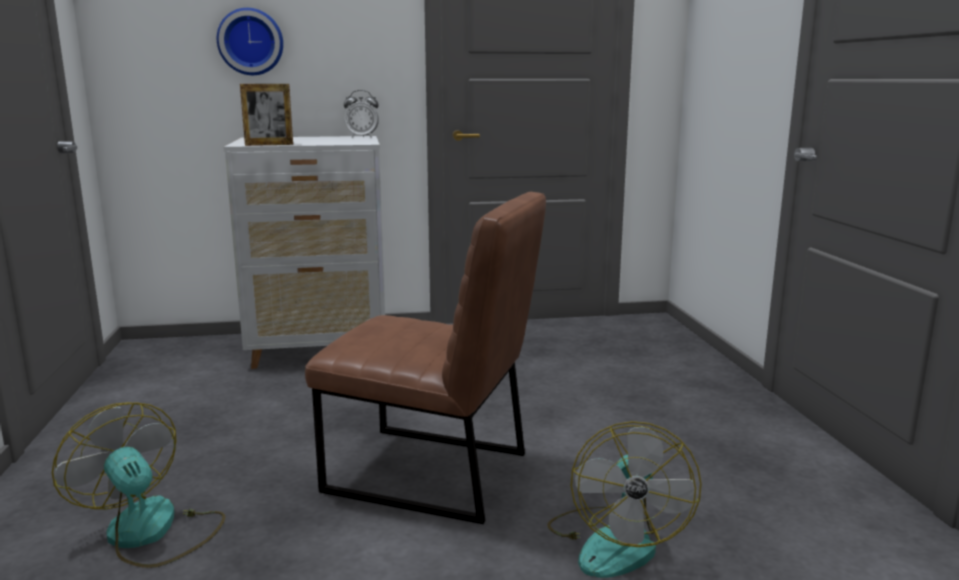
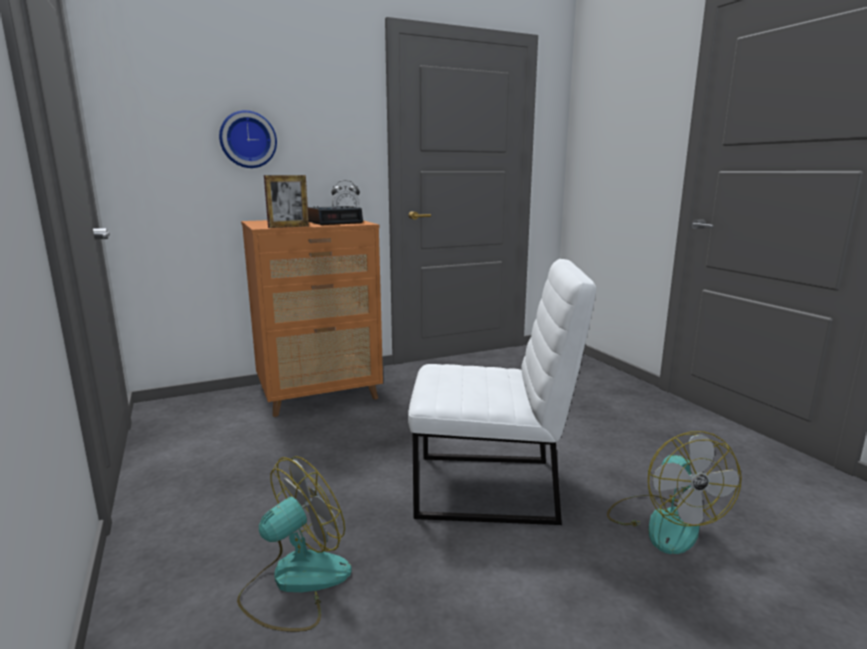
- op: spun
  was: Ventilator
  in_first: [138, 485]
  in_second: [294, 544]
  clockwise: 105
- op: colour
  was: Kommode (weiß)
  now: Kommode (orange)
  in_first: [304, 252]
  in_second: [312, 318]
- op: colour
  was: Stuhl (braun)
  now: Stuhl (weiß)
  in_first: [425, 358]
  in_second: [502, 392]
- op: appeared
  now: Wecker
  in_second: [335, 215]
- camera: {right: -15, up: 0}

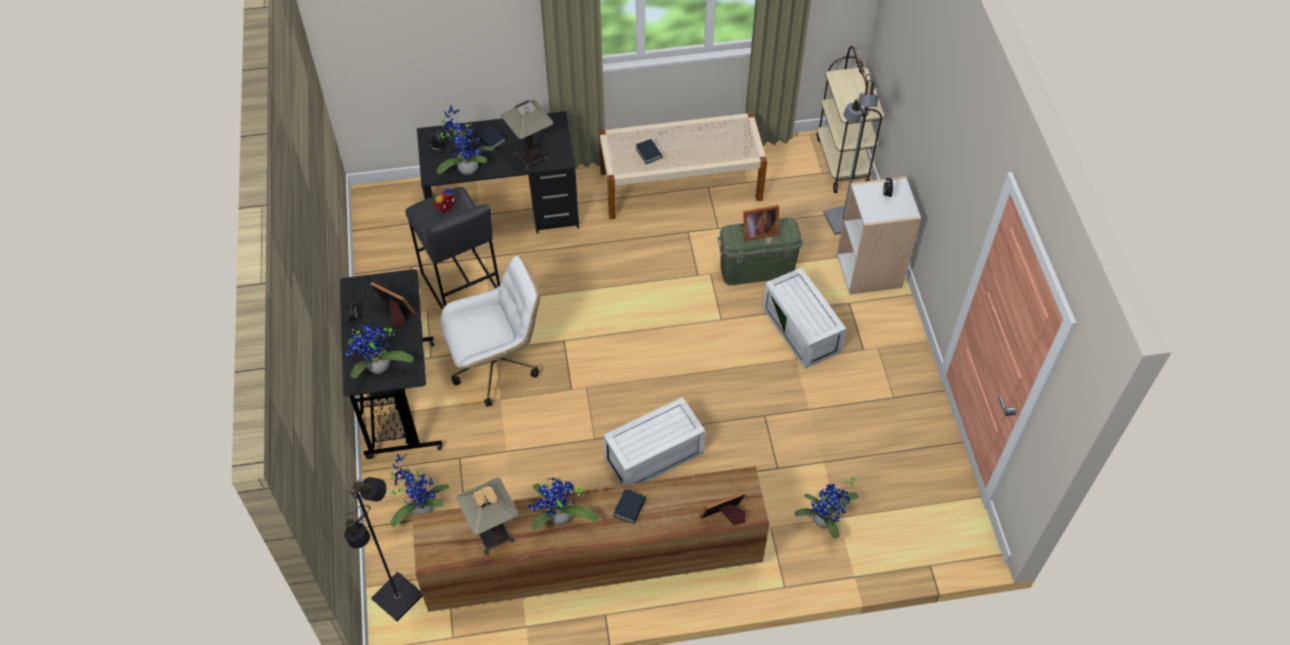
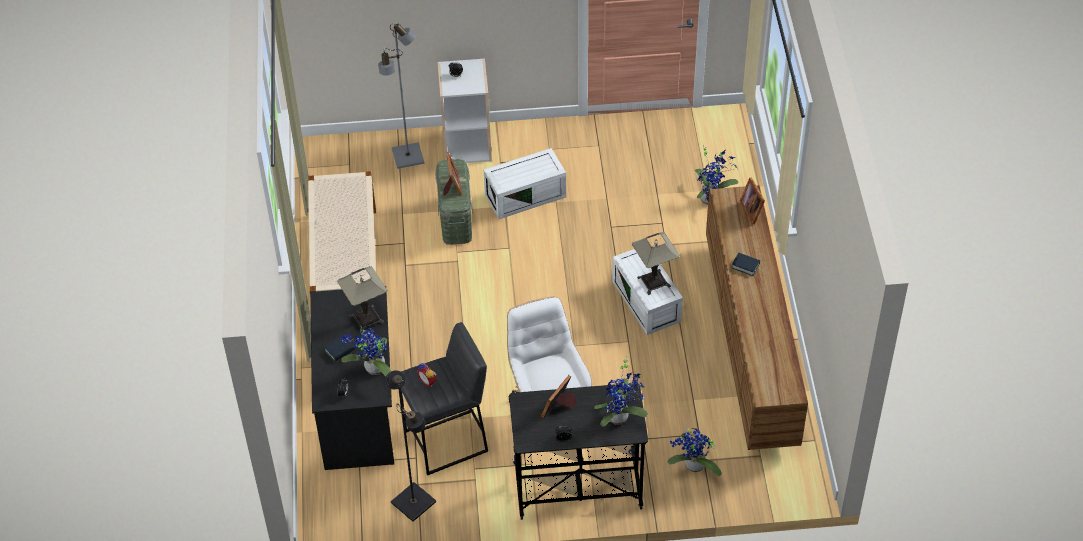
- op: relocated
  was: Stehlampe (schwarz)
  in_first: [383, 549]
  in_second: [410, 446]
- op: relocated
  was: Tischlampe
  in_first: [487, 516]
  in_second: [656, 263]
- op: missing
  was: Topfpflanze
  in_first: [563, 504]
- op: missing
  was: Buch
  in_first: [649, 151]
- op: missing
  was: Rollwagen (beige)
  in_first: [851, 119]
- camera: {right: -85, up: -5}

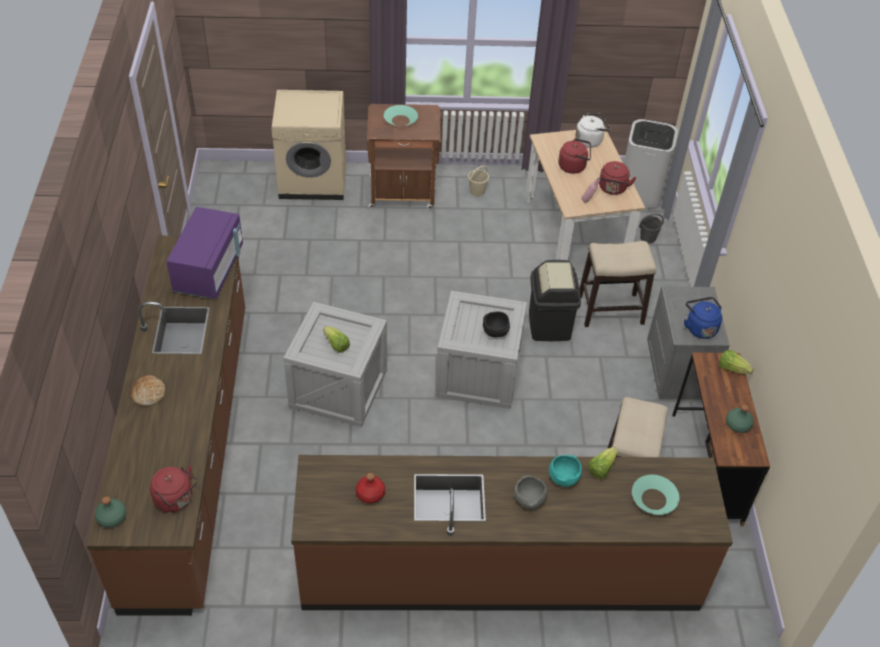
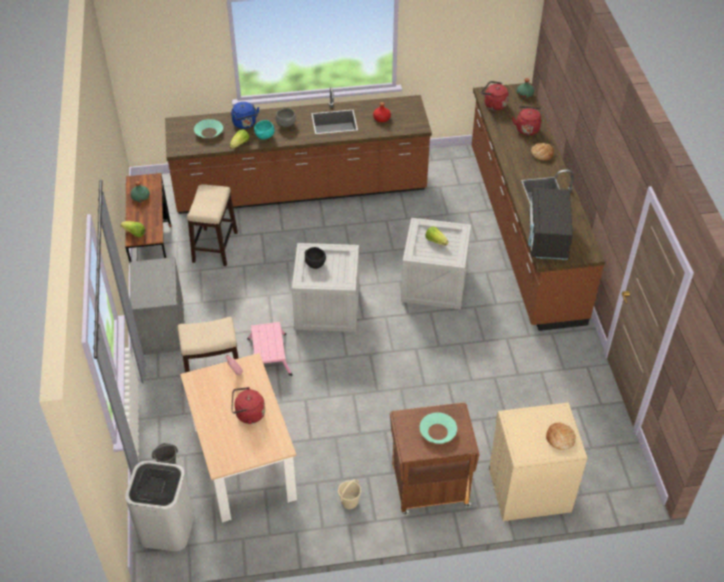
- op: colour
  was: Mikrowelle (lila)
  now: Mikrowelle (schwarz)
  in_first: [204, 253]
  in_second: [550, 224]
- op: exchanged
  was: Mülleimer (schwarz)
  now: Trittleiter (rosa)
  in_first: [555, 300]
  in_second: [269, 349]
- op: missing
  was: Wasserkessel (weiß)
  in_first: [592, 130]
- op: relocated
  was: Wasserkessel (rot)
  in_first: [618, 178]
  in_second: [527, 121]
- op: relocated
  was: Wasserkessel (blau)
  in_first: [703, 318]
  in_second: [245, 115]
- op: appeared
  now: Brot
  in_second: [561, 436]
- camera: {right: 175, up: 0}

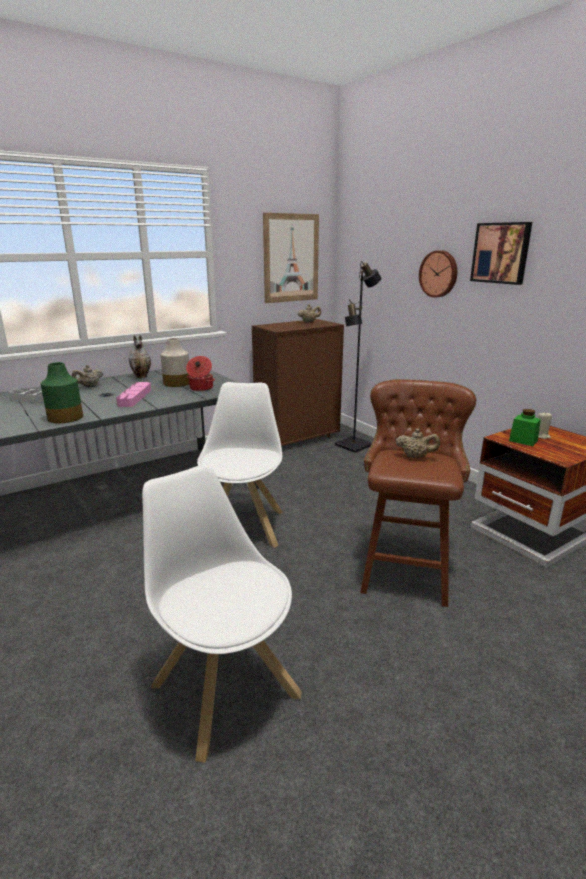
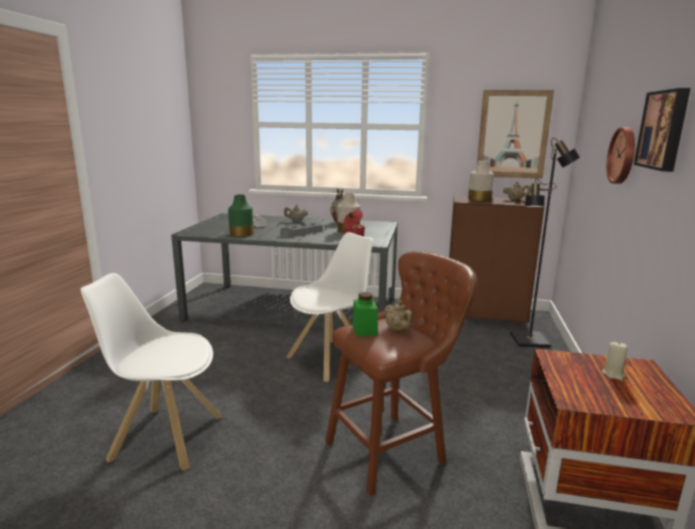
- op: colour
  was: Tablett (rosa)
  now: Tablett (grau)
  in_first: [133, 394]
  in_second: [301, 230]
- op: spun
  was: Stuhl (weiß)
  in_first: [222, 614]
  in_second: [152, 372]
  clockwise: -90
- op: relocated
  was: Vorratsglas (grün)
  in_first: [525, 427]
  in_second: [365, 314]
- op: appeared
  now: Vase (beige)
  in_second: [481, 180]
- camera: {right: 45, up: -5}

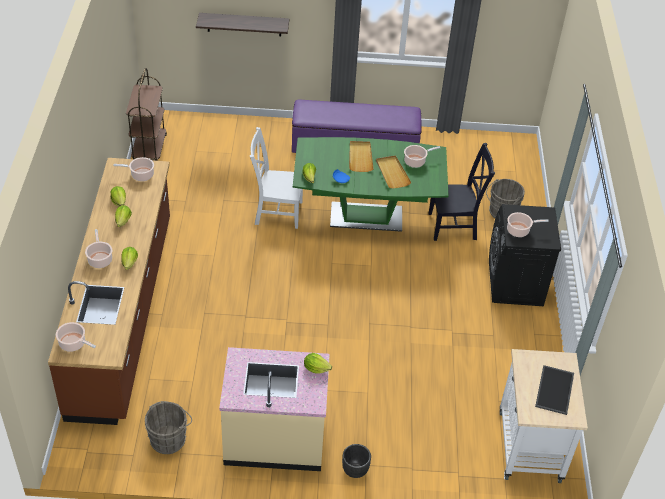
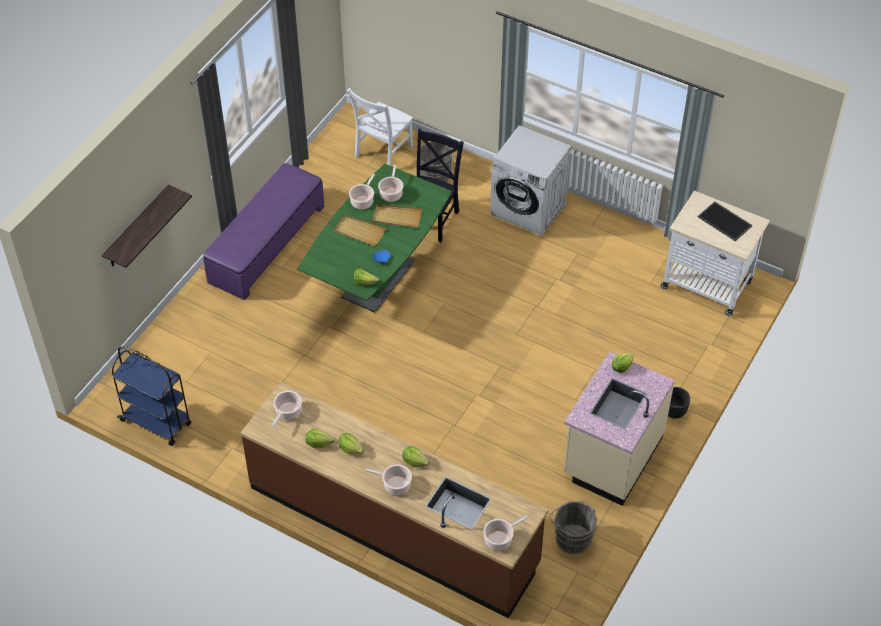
- op: colour
  was: Rollwagen (braun)
  now: Rollwagen (blau)
  in_first: [146, 114]
  in_second: [152, 396]
- op: relocated
  was: Stuhl (weiß)
  in_first: [276, 178]
  in_second: [380, 127]
- op: colour
  was: Waschmaschine (schwarz)
  now: Waschmaschine (weiß)
  in_first: [525, 255]
  in_second: [531, 180]
- op: relocated
  was: Kochtopf
  in_first: [528, 224]
  in_second: [362, 192]
- camera: {right: -60, up: 5}

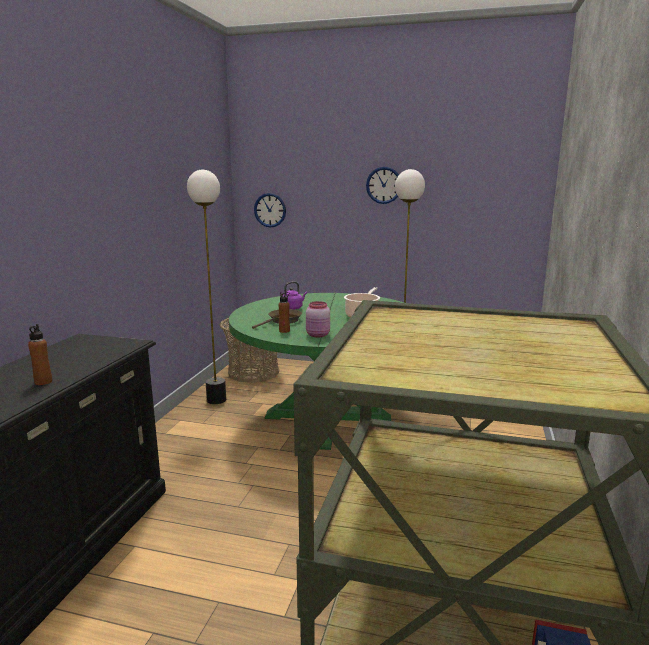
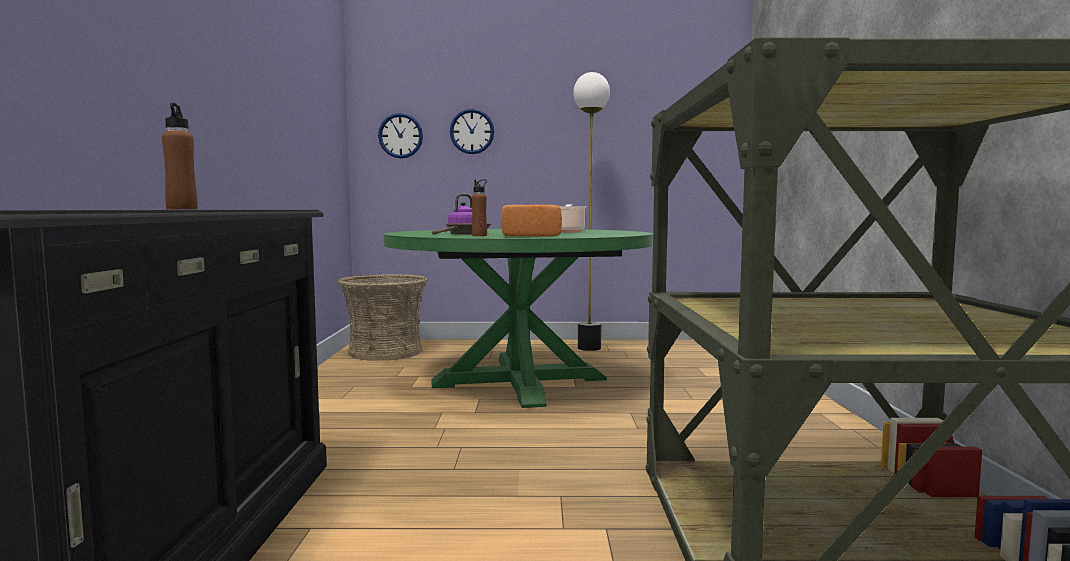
- op: missing
  was: Stehlampe
  in_first: [206, 287]
- op: exchanged
  was: Vorratsglas (rosa)
  now: Brot
  in_first: [318, 319]
  in_second: [531, 221]
- op: relocated
  was: Wanduhr
  in_first: [382, 185]
  in_second: [472, 131]
- camera: {right: -15, up: -10}

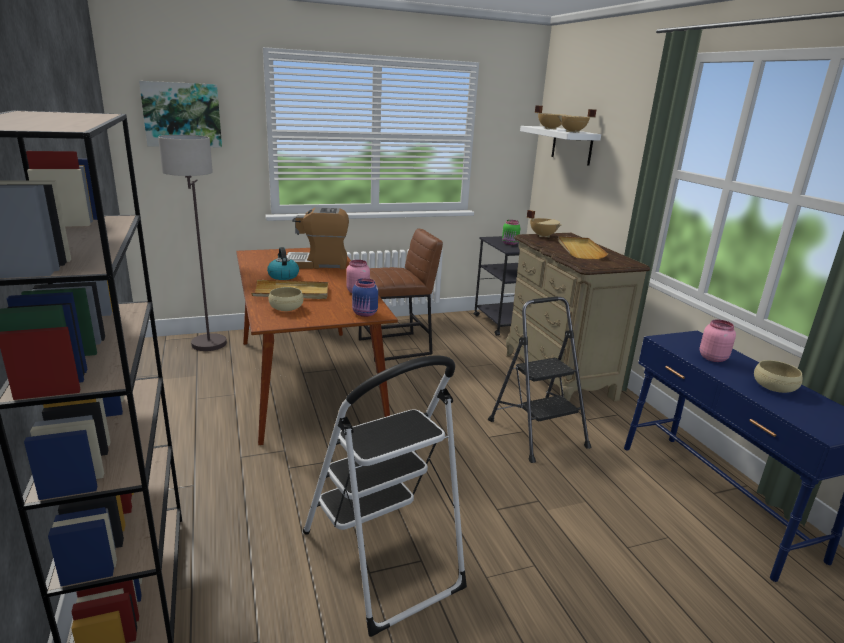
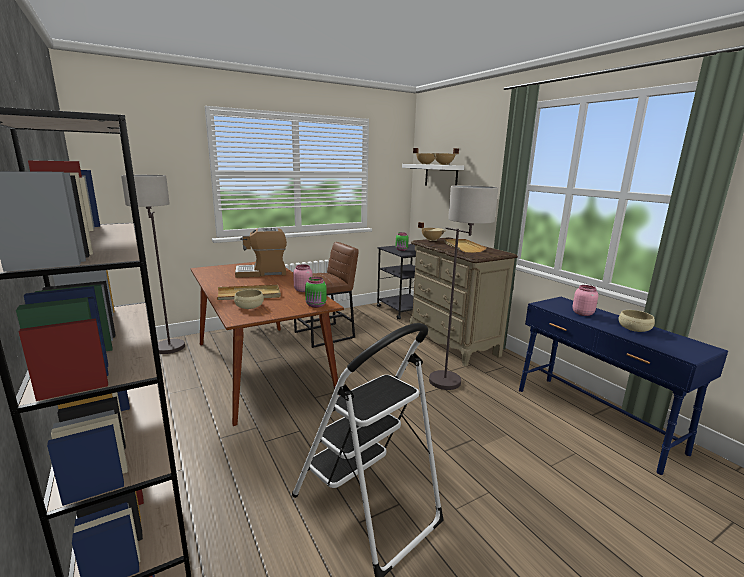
- op: missing
  was: Bild
  in_first: [180, 114]
- op: missing
  was: Wasserkessel
  in_first: [283, 263]
- op: colour
  was: Vorratsglas (blau)
  now: Vorratsglas (grün)
  in_first: [365, 297]
  in_second: [316, 292]
- op: exchanged
  was: Trittleiter (schwarz)
  now: Stehlampe (grau)
  in_first: [539, 379]
  in_second: [463, 287]
- camera: {right: -10, up: -5}

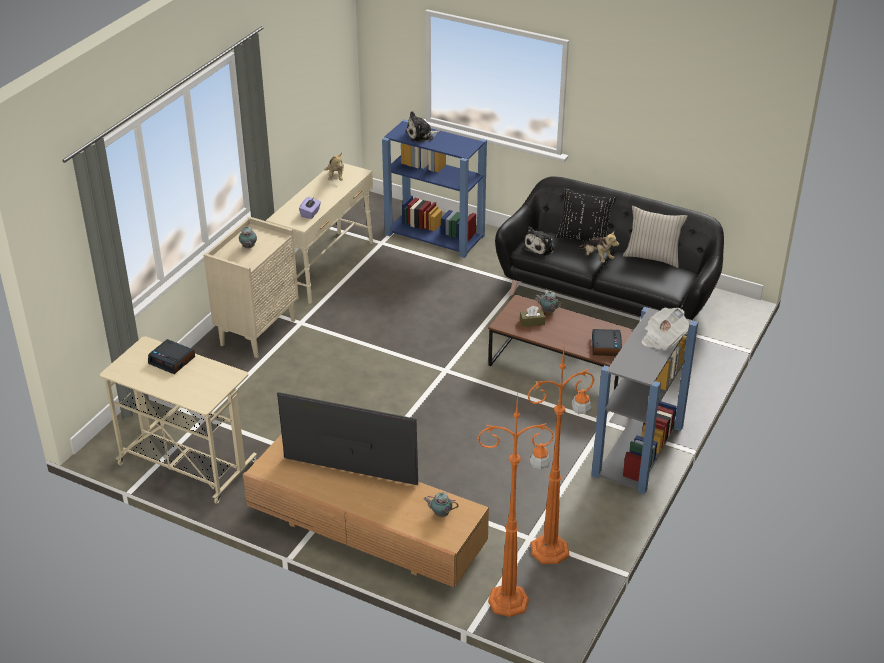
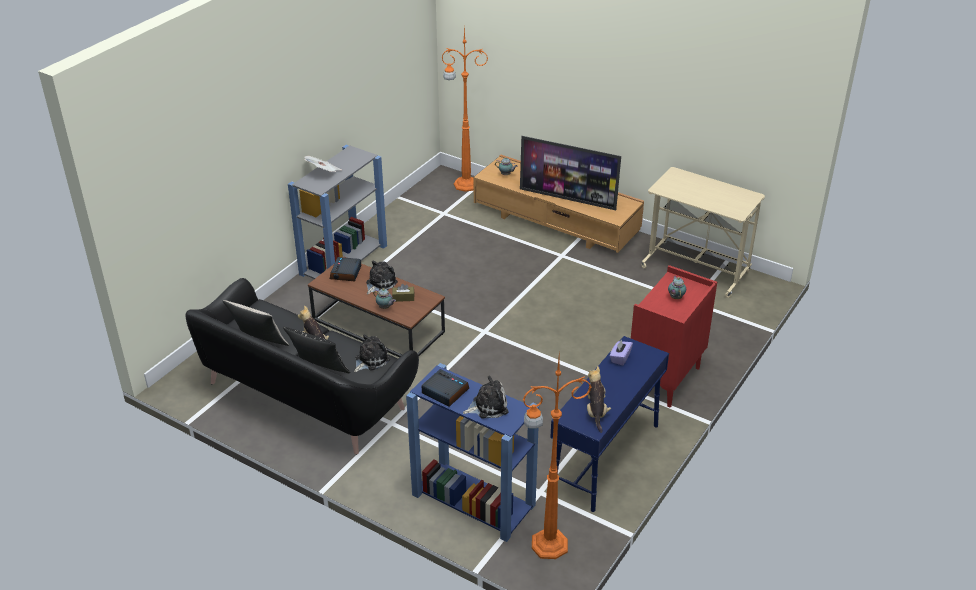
- op: relocated
  was: Wecker
  in_first: [171, 356]
  in_second: [445, 388]
- op: colour
  was: Schrank (beige)
  now: Schrank (rot)
  in_first: [251, 287]
  in_second: [674, 336]
- op: colour
  was: Konsolentisch (beige)
  now: Konsolentisch (blau)
  in_first: [319, 233]
  in_second: [609, 424]
- op: relocated
  was: Stehlampe (orange)
  in_first: [561, 456]
  in_second: [557, 456]
- op: appeared
  now: Plüschtier
  in_second: [382, 277]
- camera: {right: -175, up: 0}

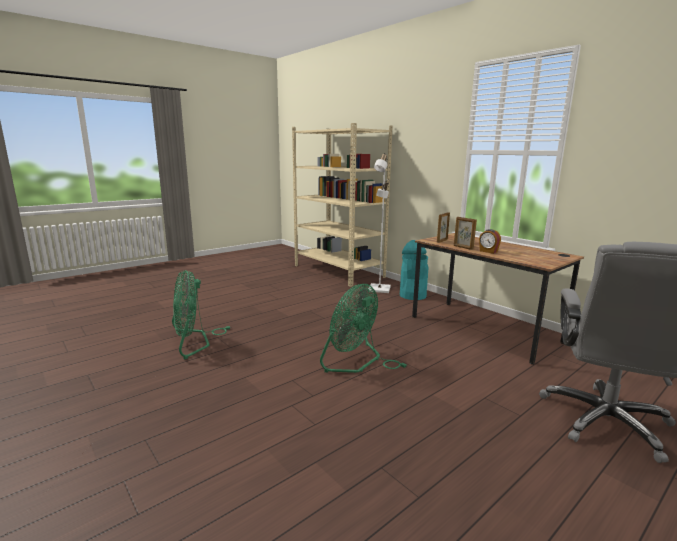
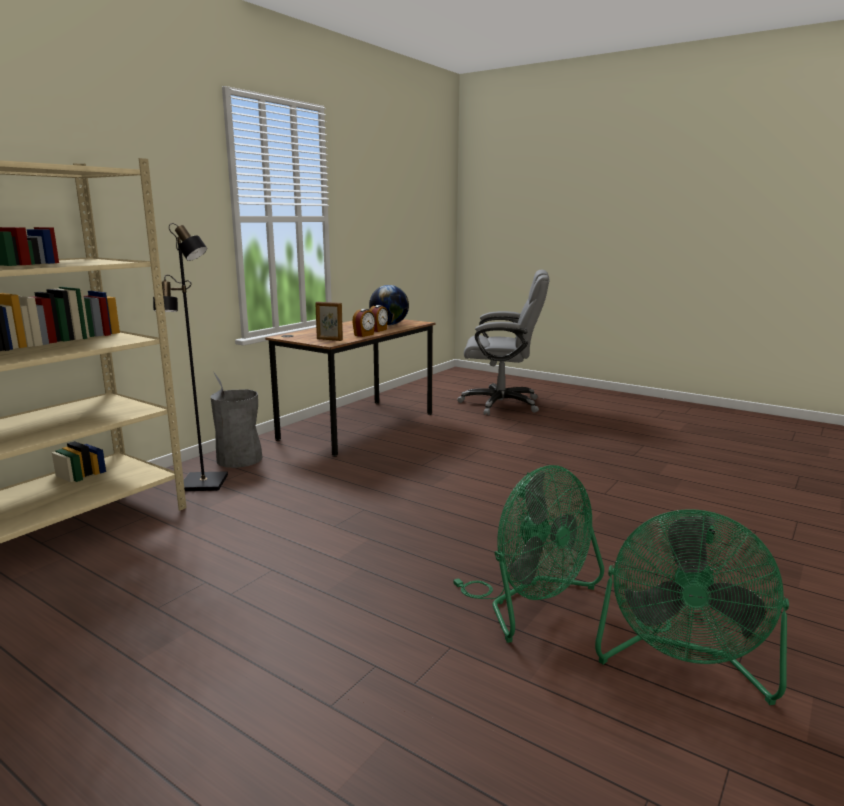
- op: relocated
  was: Ventilator (grün)
  in_first: [363, 328]
  in_second: [692, 607]
- op: colour
  was: Stehlampe (weiß)
  now: Stehlampe (schwarz)
  in_first: [380, 223]
  in_second: [190, 357]
- op: colour
  was: Mülleimer (türkis)
  now: Mülleimer (grau)
  in_first: [414, 270]
  in_second: [236, 420]
- op: exchanged
  was: Bilderrahmen
  now: Wecker
  in_first: [465, 233]
  in_second: [363, 323]
- op: appeared
  now: Globus
  in_second: [389, 305]
- camera: {right: -105, up: 0}

